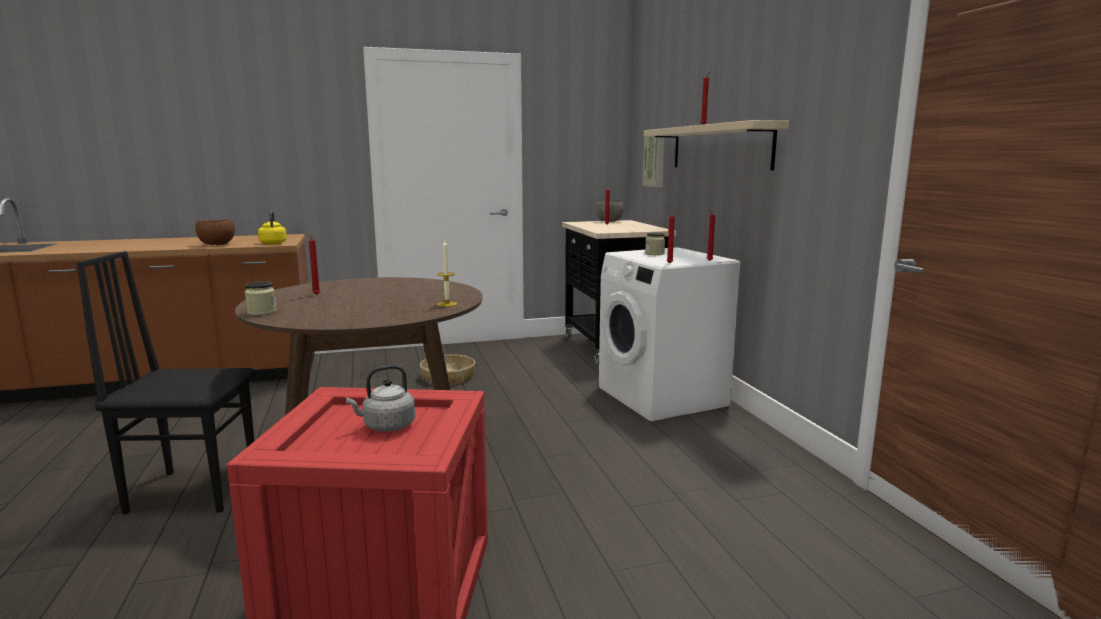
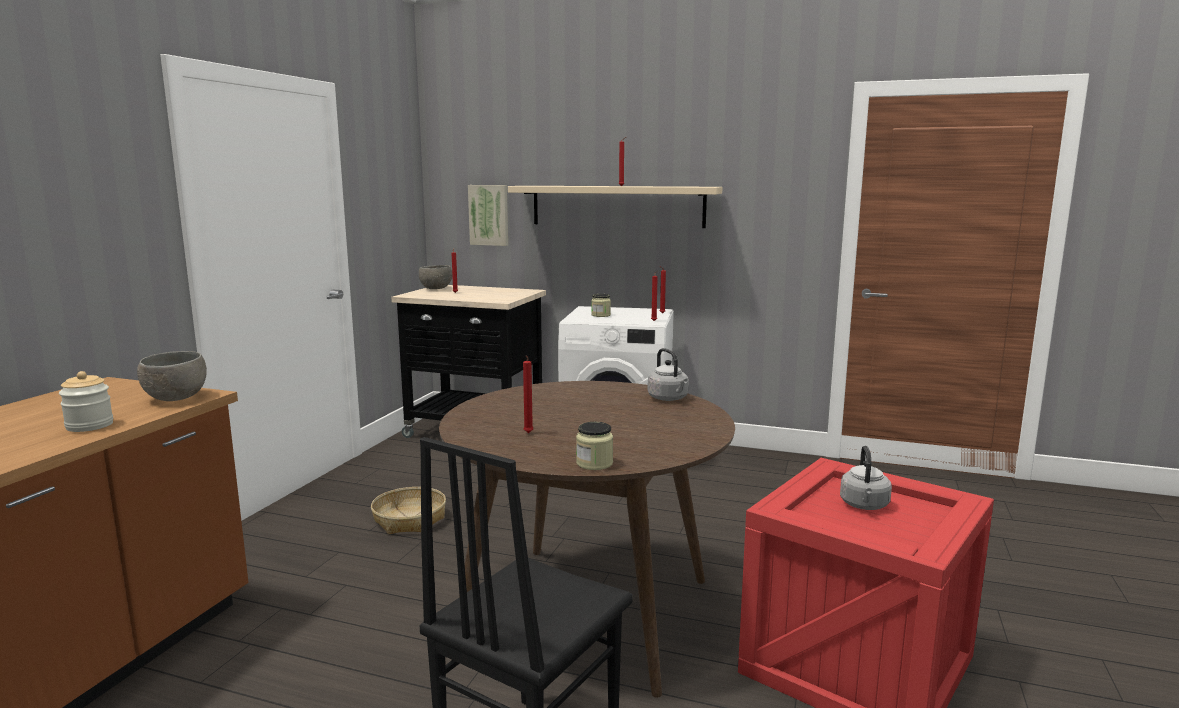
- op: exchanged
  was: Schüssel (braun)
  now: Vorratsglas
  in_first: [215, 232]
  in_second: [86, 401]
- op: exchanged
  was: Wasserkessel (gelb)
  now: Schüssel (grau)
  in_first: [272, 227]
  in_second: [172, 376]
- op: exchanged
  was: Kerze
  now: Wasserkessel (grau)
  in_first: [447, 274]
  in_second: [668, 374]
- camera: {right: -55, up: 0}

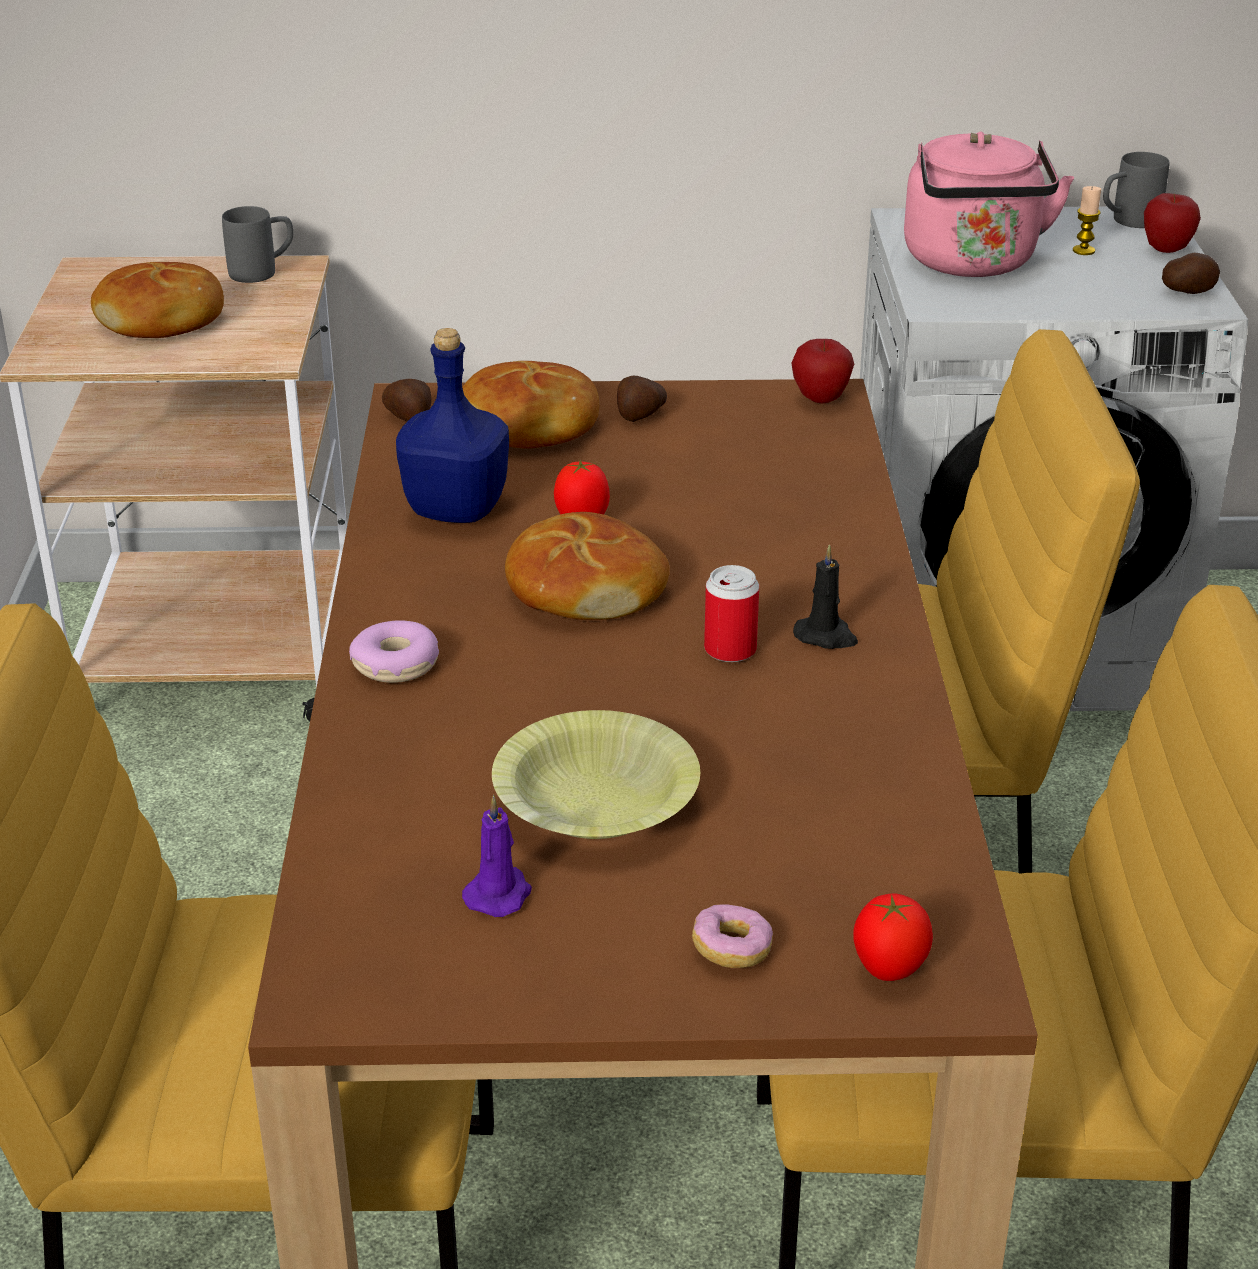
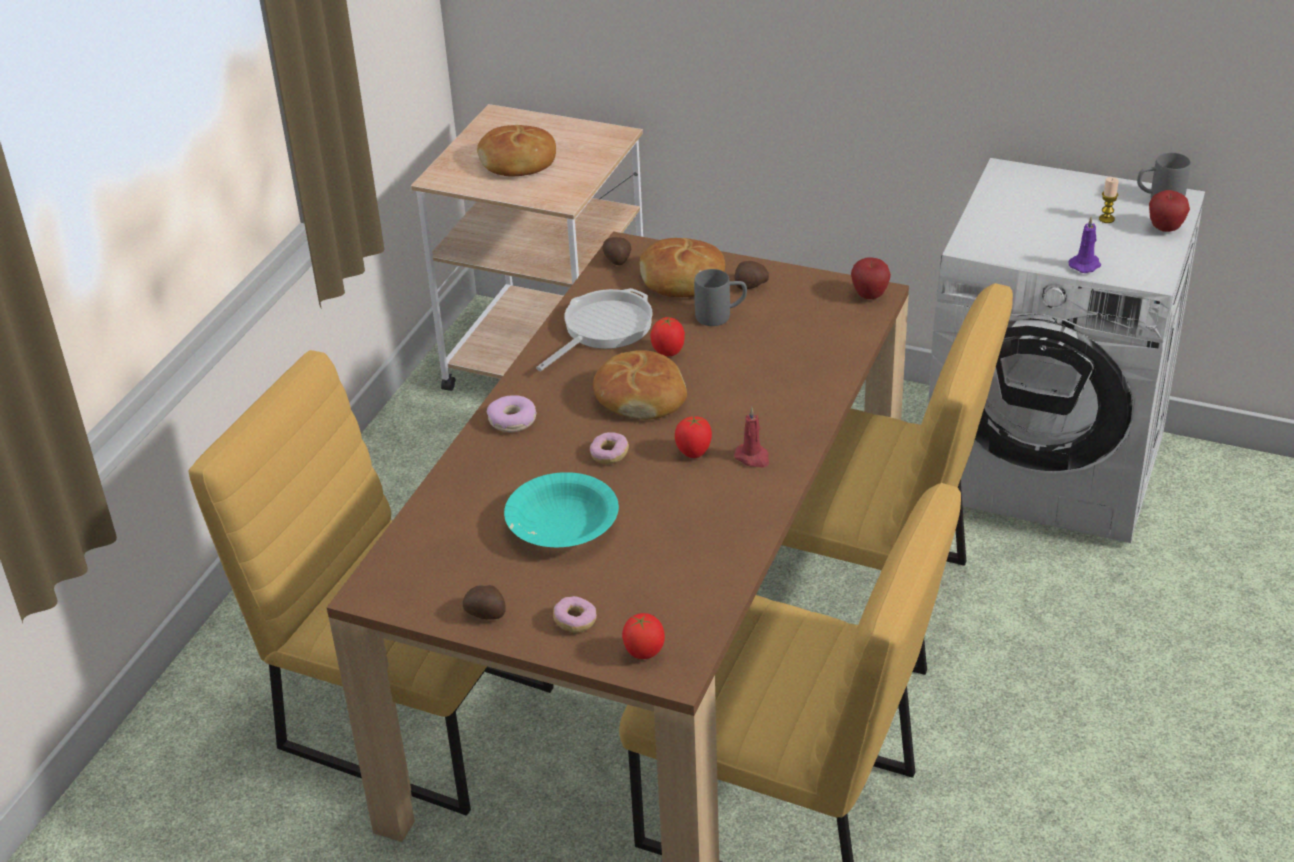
- op: relocated
  was: Henkelbecher (grau)
  in_first: [257, 244]
  in_second: [720, 297]
- op: exchanged
  was: Flasche (blau)
  now: Pfanne
  in_first: [452, 425]
  in_second: [594, 329]
- op: relocated
  was: Kerze (lila)
  in_first: [497, 856]
  in_second: [1084, 244]
- op: colour
  was: Schüssel (gelb)
  now: Schüssel (türkis)
  in_first: [596, 774]
  in_second: [561, 509]
- op: exchanged
  was: Dose
  now: Tomate
  in_first: [731, 613]
  in_second: [693, 437]
- op: colour
  was: Kerze (schwarz)
  now: Kerze (rot)
  in_first: [825, 596]
  in_second: [751, 437]
- op: missing
  was: Wasserkessel (rosa)
  in_first: [989, 204]
- op: relocated
  was: Kartoffel
  in_first: [1191, 273]
  in_second: [484, 602]
- op: appeared
  now: Donut
  in_second: [609, 448]
- camera: {right: 25, up: 5}

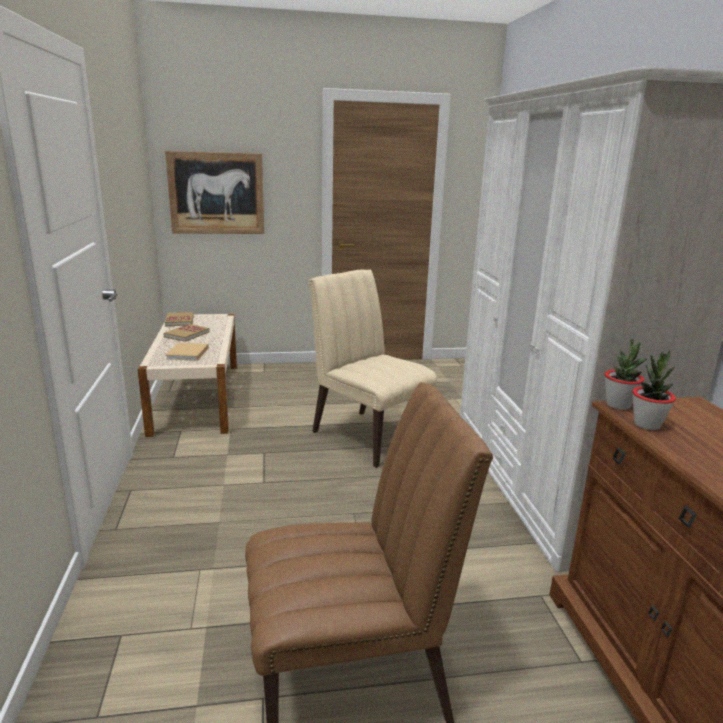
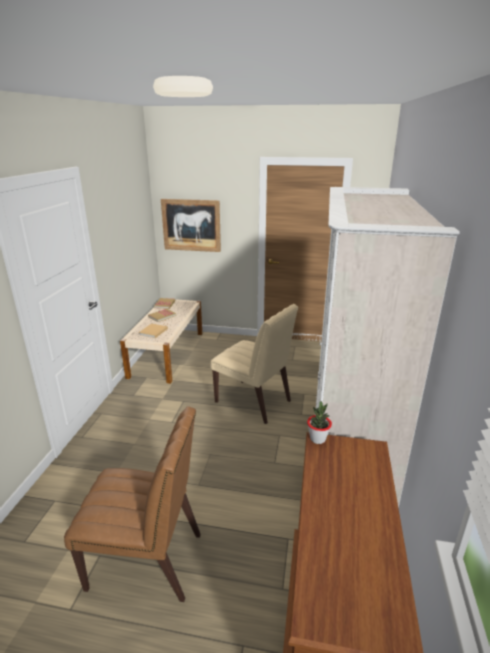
- op: spun
  was: Stuhl (beige)
  in_first: [373, 369]
  in_second: [254, 364]
  clockwise: 150
- op: missing
  was: Topfpflanze
  in_first: [654, 390]
- camera: {right: 20, up: 5}

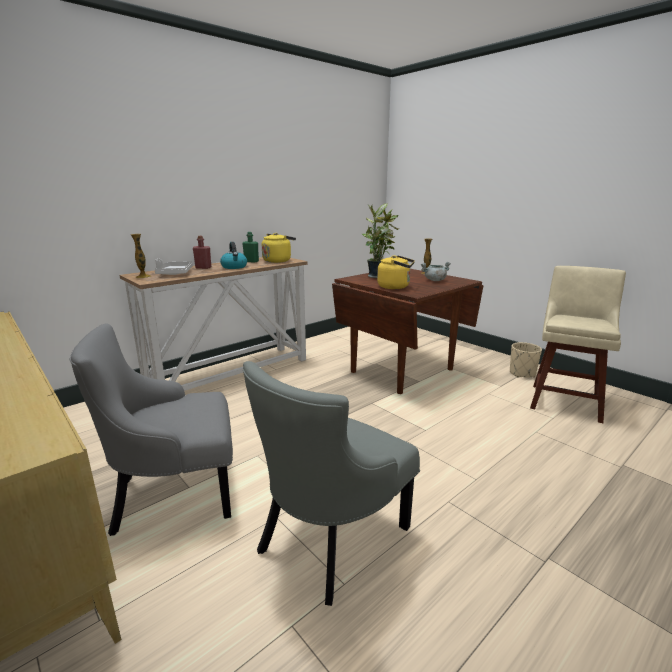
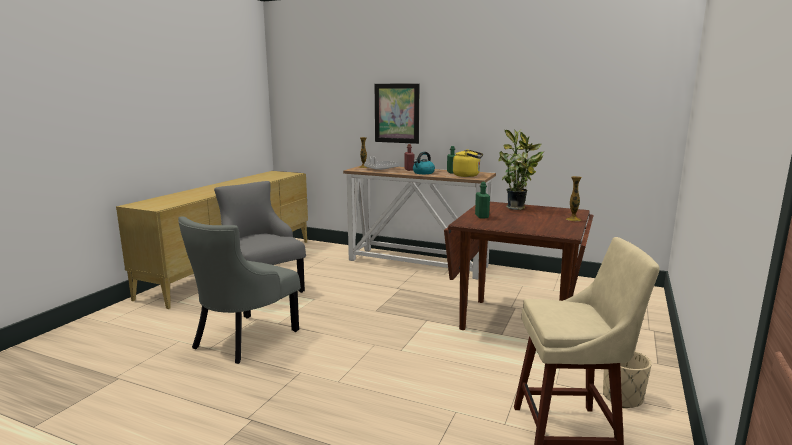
- op: spun
  was: Stuhl (grau)
  in_first: [331, 483]
  in_second: [239, 290]
  clockwise: -75
- op: exchanged
  was: Wasserkessel (gelb)
  now: Flasche (grün)
  in_first: [396, 272]
  in_second: [482, 200]
- op: missing
  was: Kochtopf (grau)
  in_first: [436, 271]
- op: appeared
  now: Bild
  in_second: [397, 113]
- camera: {right: 65, up: -5}

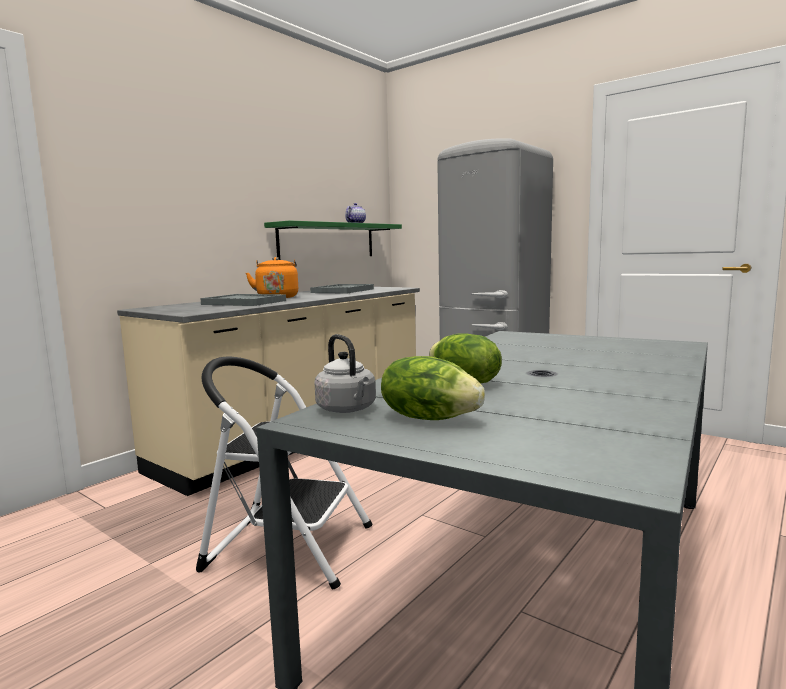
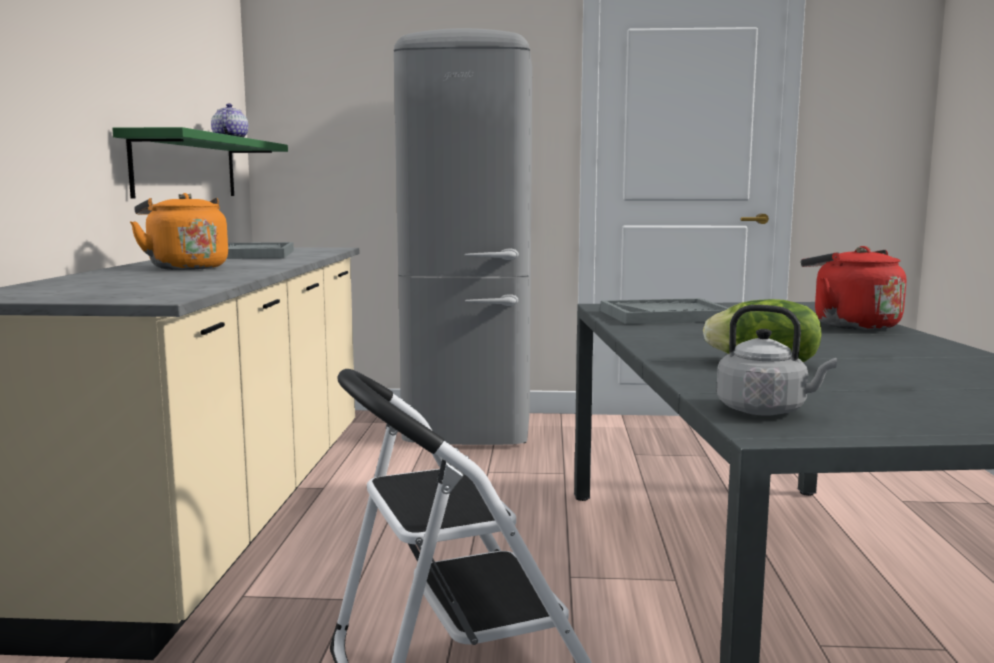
- op: relocated
  was: Tablett (grau)
  in_first: [243, 300]
  in_second: [664, 311]
- op: missing
  was: Salatkopf
  in_first: [433, 388]
- op: appeared
  now: Wasserkessel (rot)
  in_second: [853, 288]
- camera: {right: -35, up: 0}

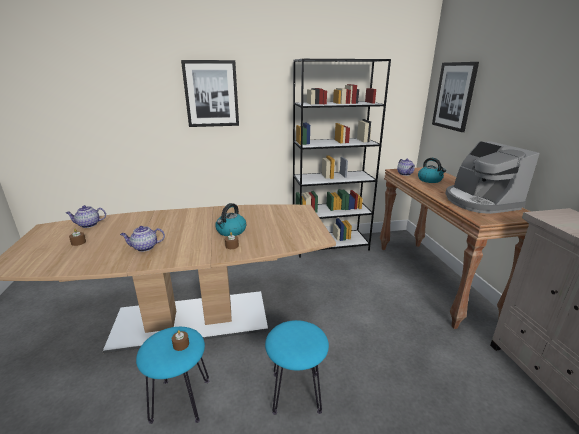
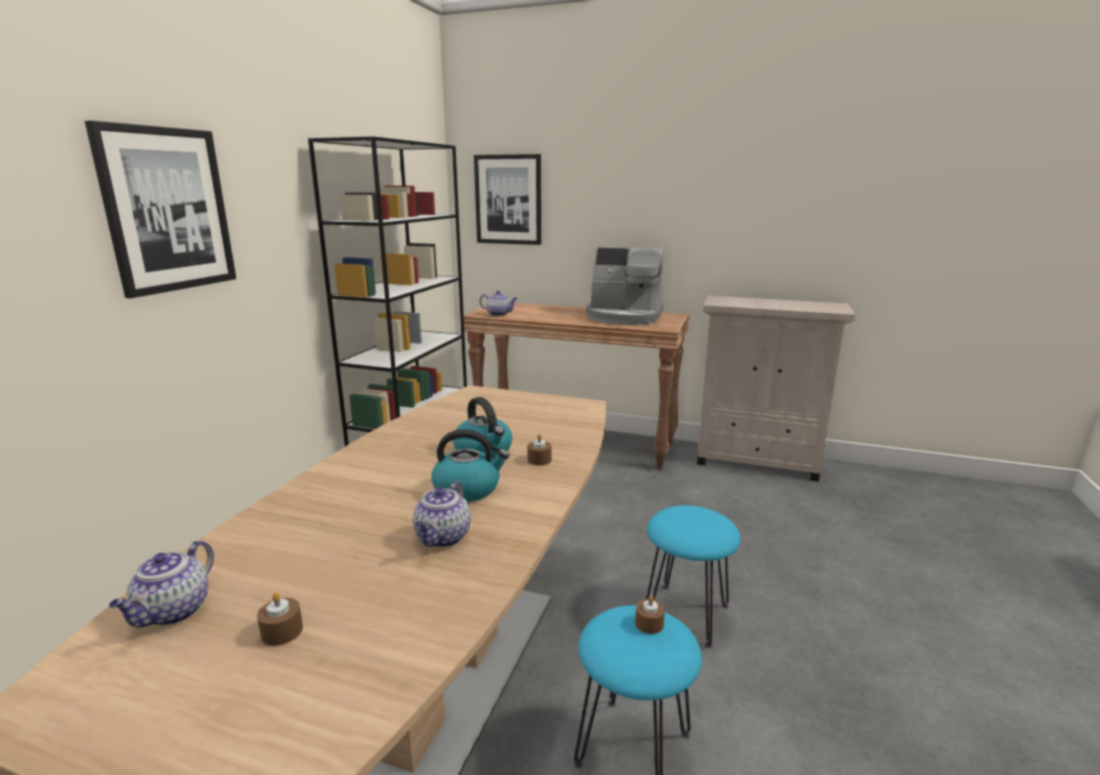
- op: relocated
  was: Wasserkessel
  in_first: [432, 170]
  in_second: [470, 465]
- camera: {right: -60, up: -5}

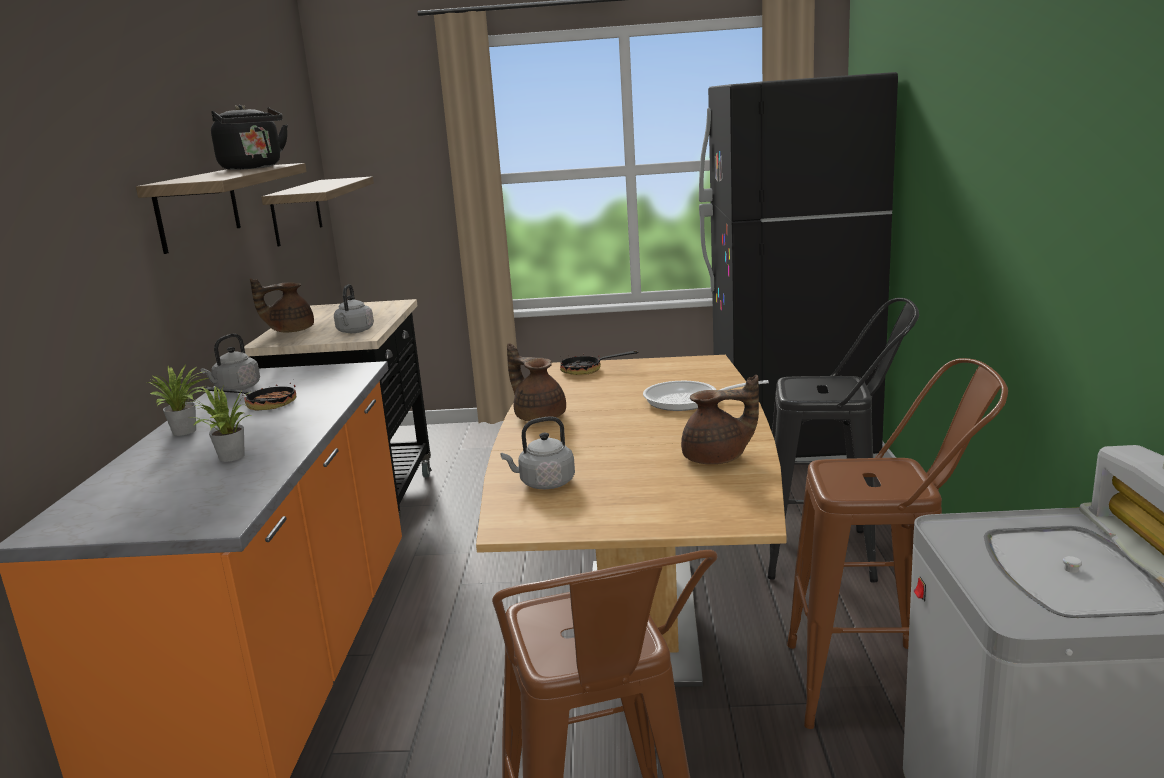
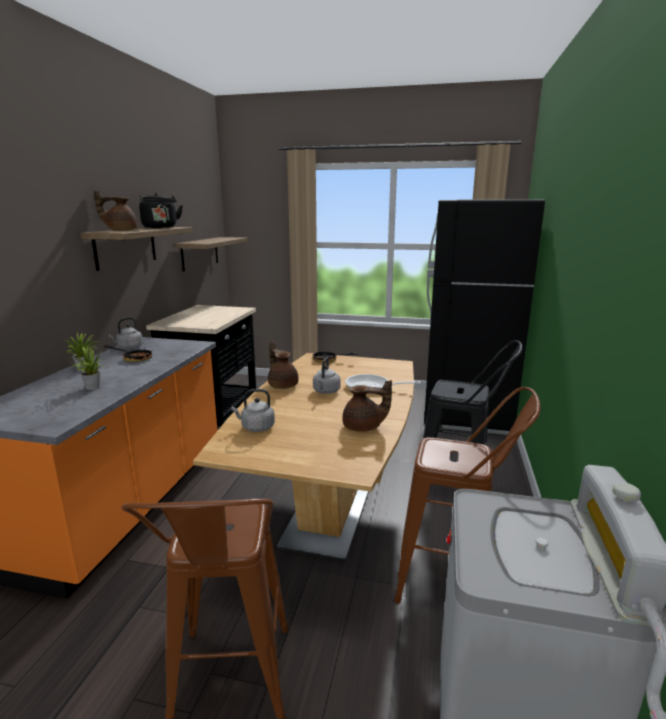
- op: relocated
  was: Teekanne (braun)
  in_first: [282, 305]
  in_second: [116, 210]
- op: relocated
  was: Wasserkessel (grau)
  in_first: [354, 308]
  in_second: [326, 375]
- camera: {right: 10, up: 0}

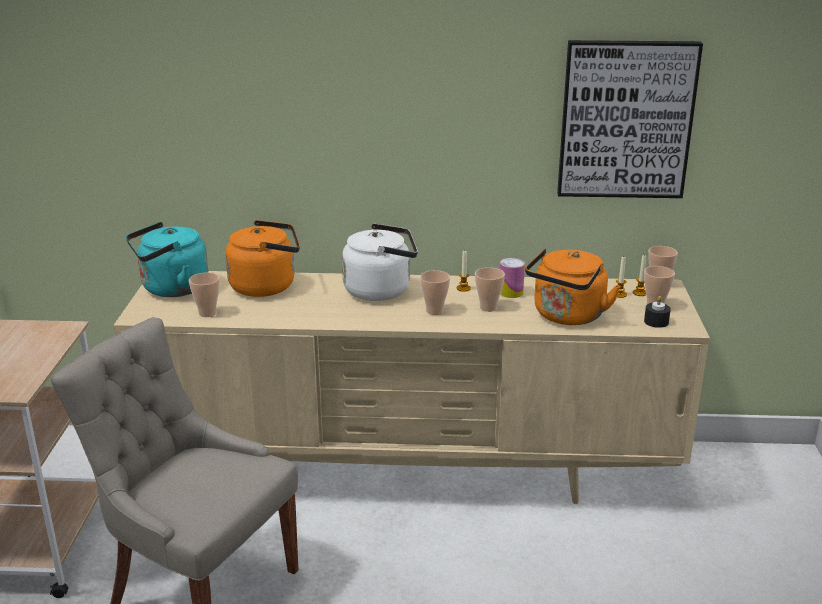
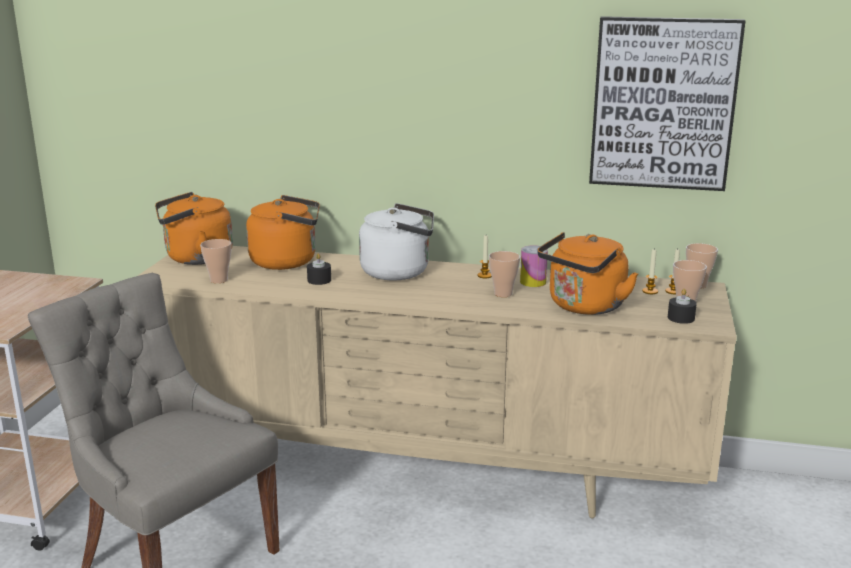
- op: colour
  was: Wasserkessel (türkis)
  now: Wasserkessel (orange)
  in_first: [167, 259]
  in_second: [194, 228]
- op: missing
  was: Tasse
  in_first: [435, 292]
- op: appeared
  now: Kerze (schwarz)
  in_second: [319, 269]
- camera: {right: 10, up: -5}

